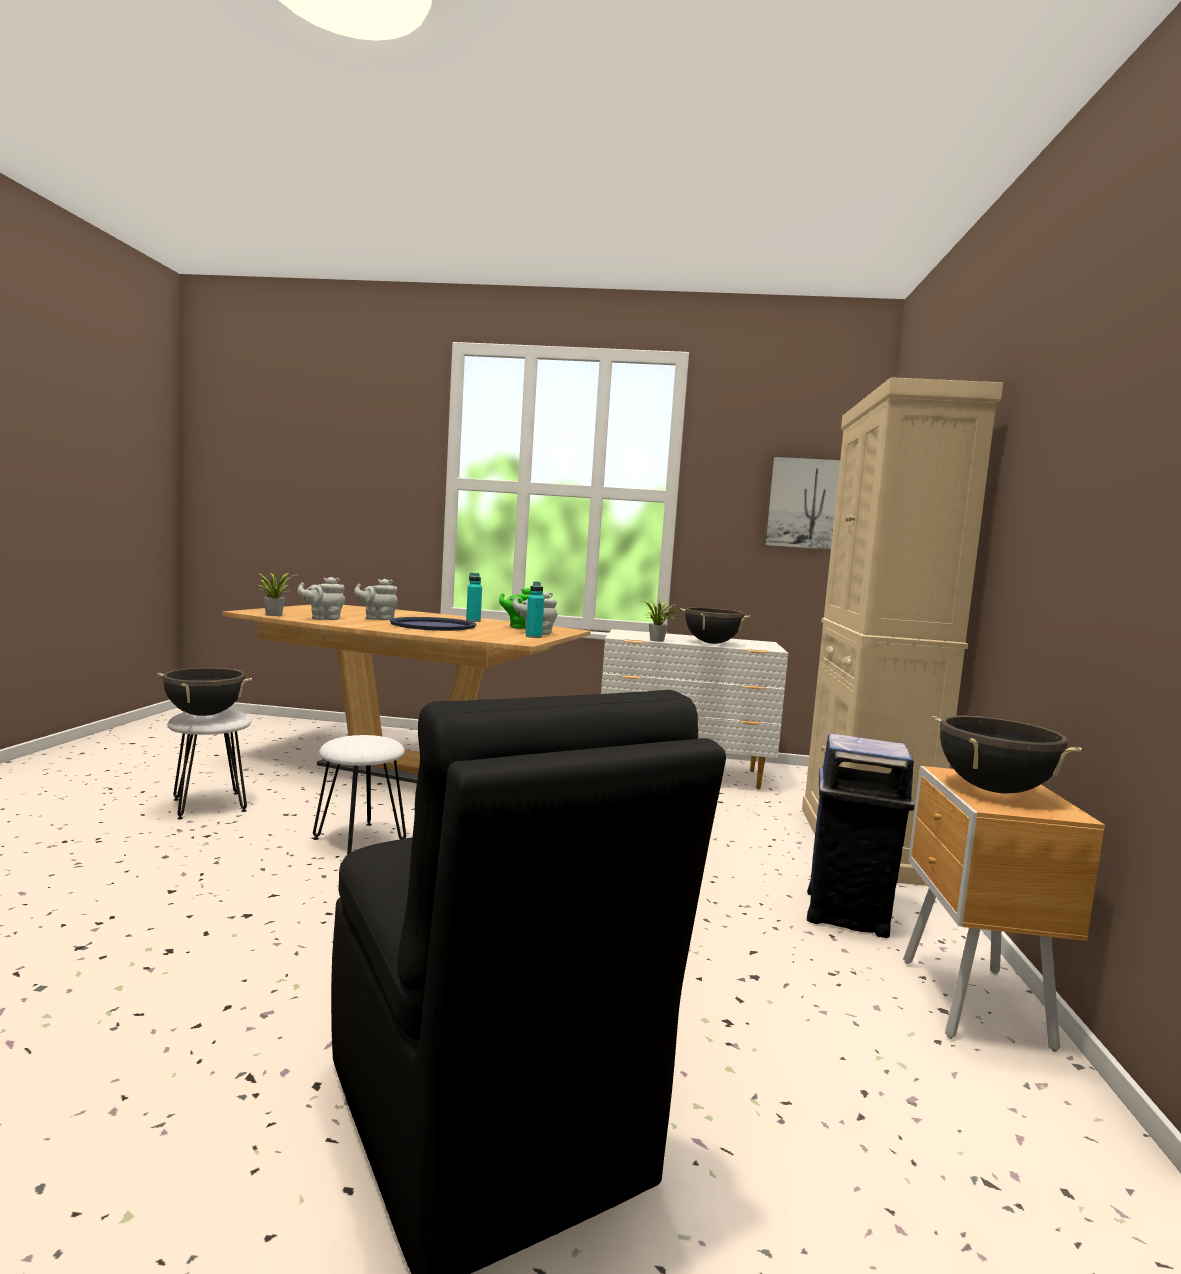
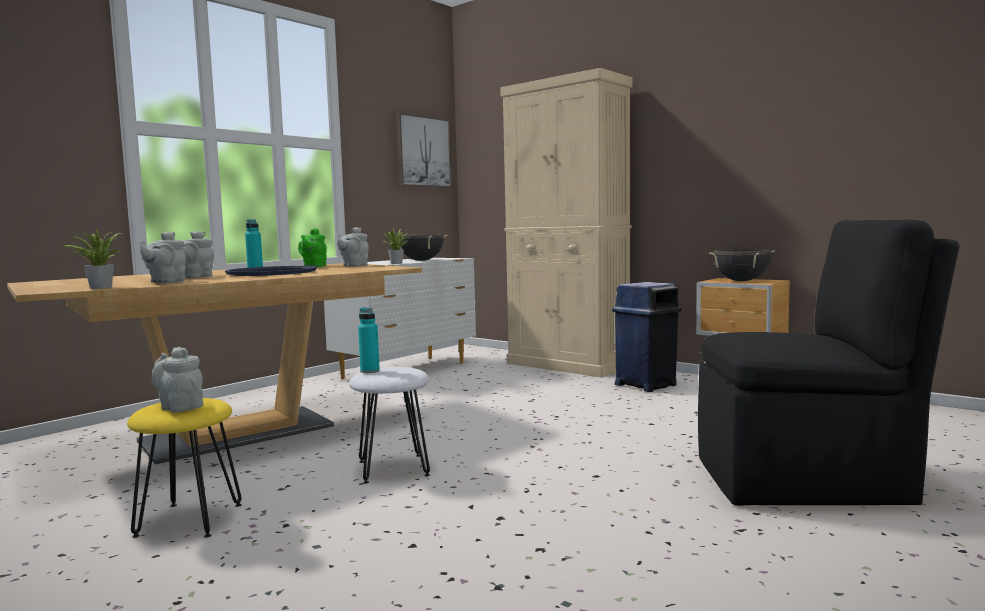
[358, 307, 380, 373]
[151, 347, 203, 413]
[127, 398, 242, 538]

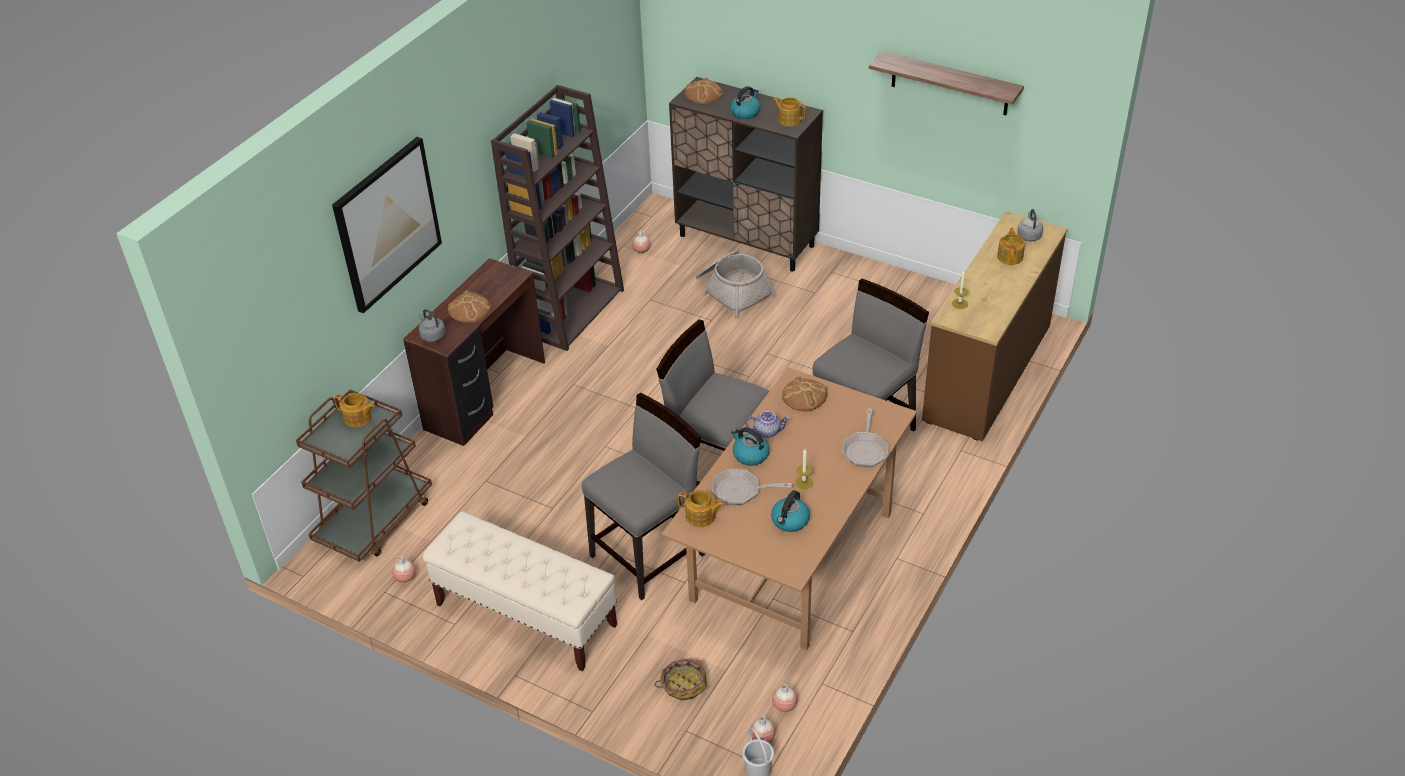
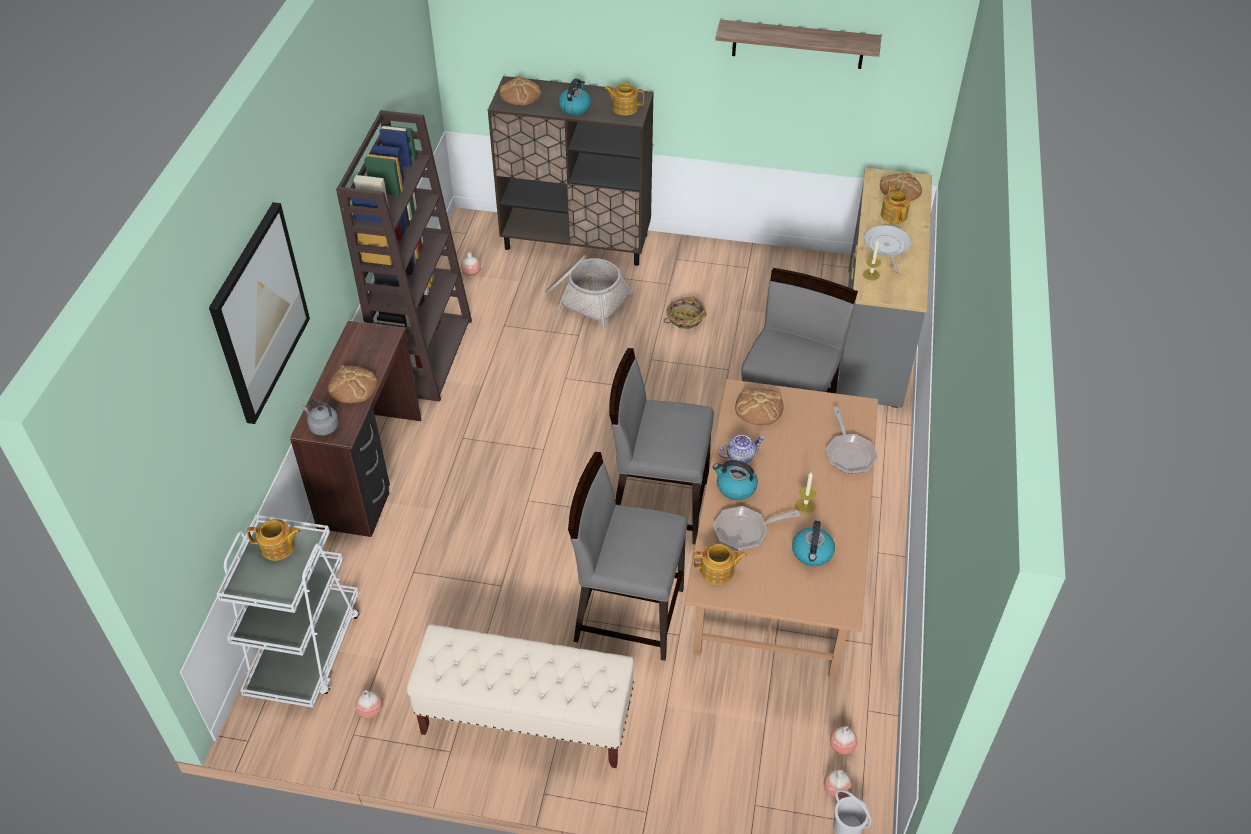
[864, 225, 911, 275]
[664, 296, 707, 329]
[880, 173, 922, 201]
[216, 515, 359, 708]
[836, 168, 932, 408]
[568, 452, 688, 661]

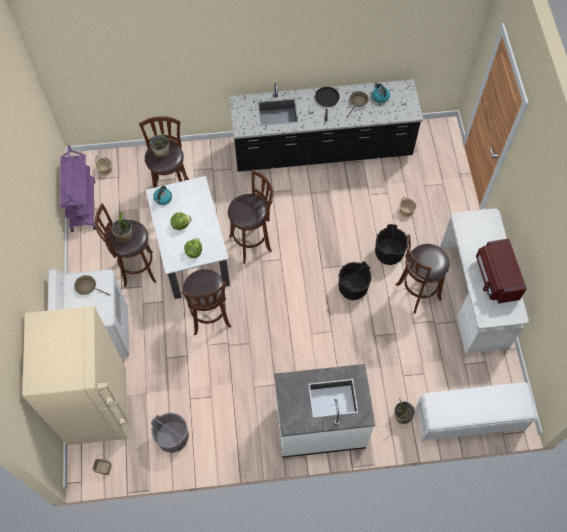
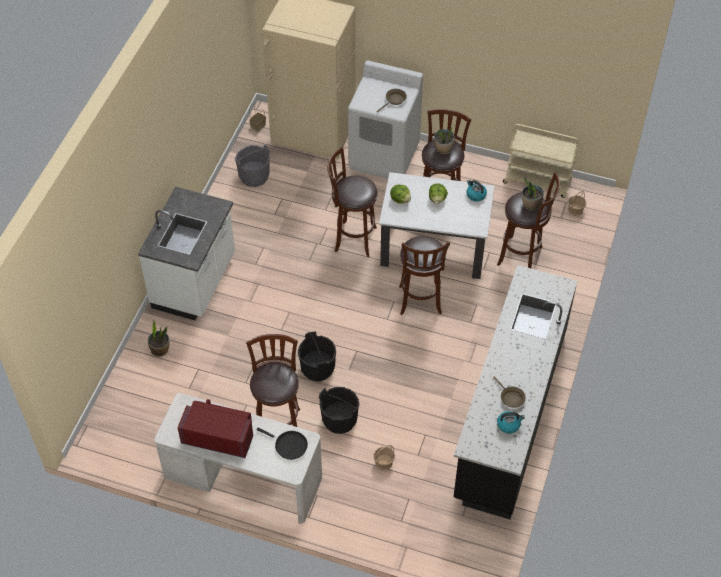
[415, 382, 537, 443] (first image)
[256, 428, 308, 460]
[503, 124, 578, 198]

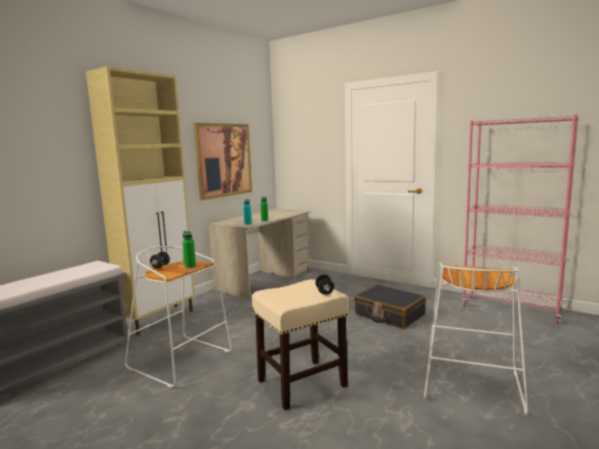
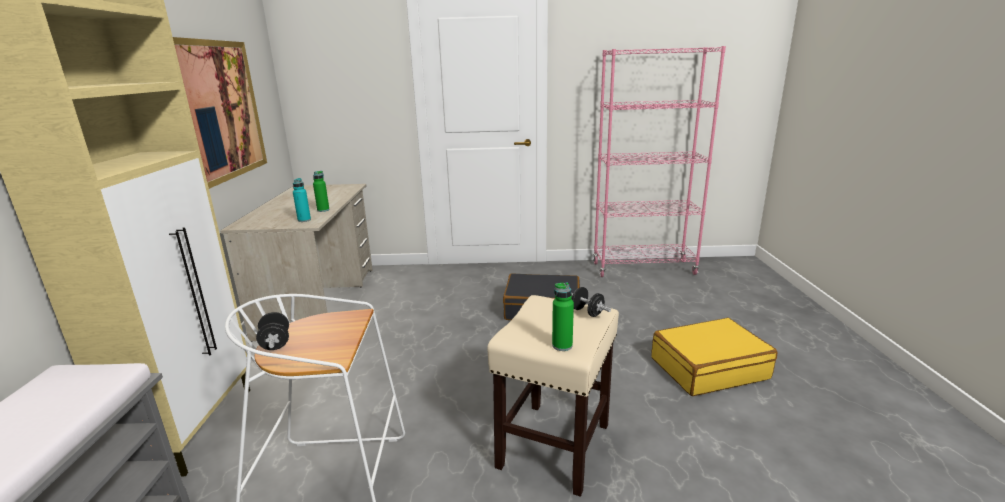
[552, 282, 574, 351]
[651, 318, 777, 396]

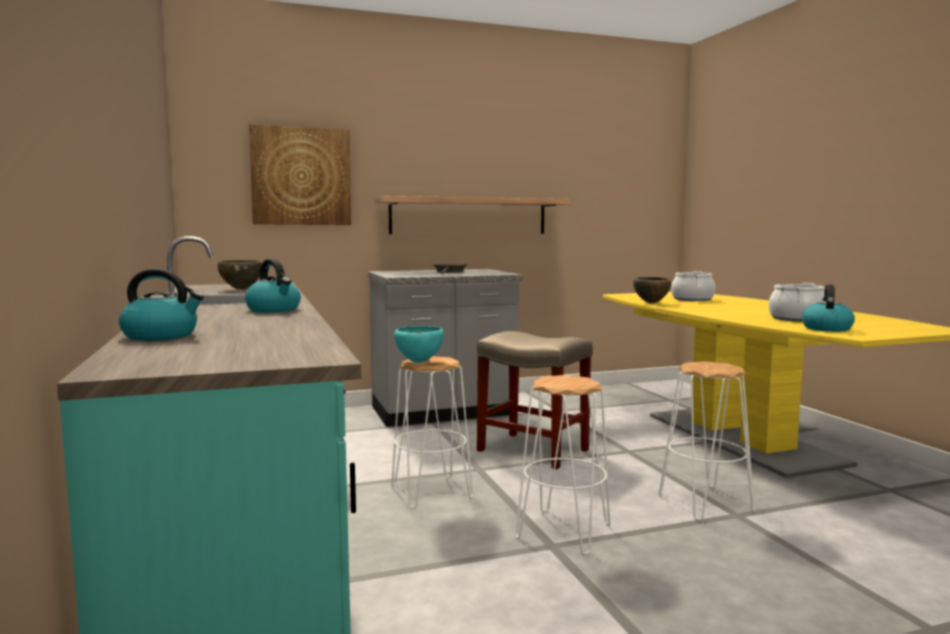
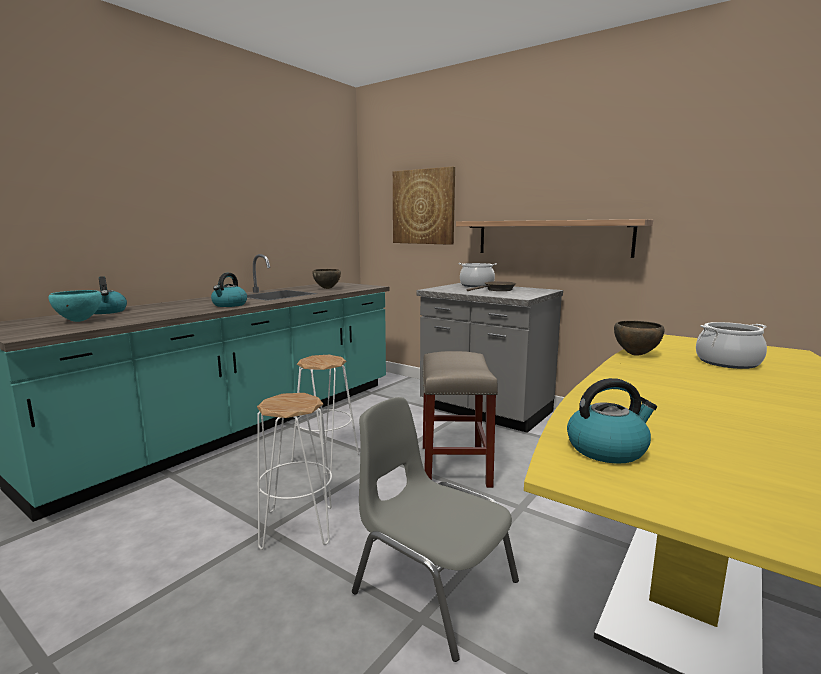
[49, 290, 102, 322]
[458, 263, 497, 287]
[352, 397, 519, 662]

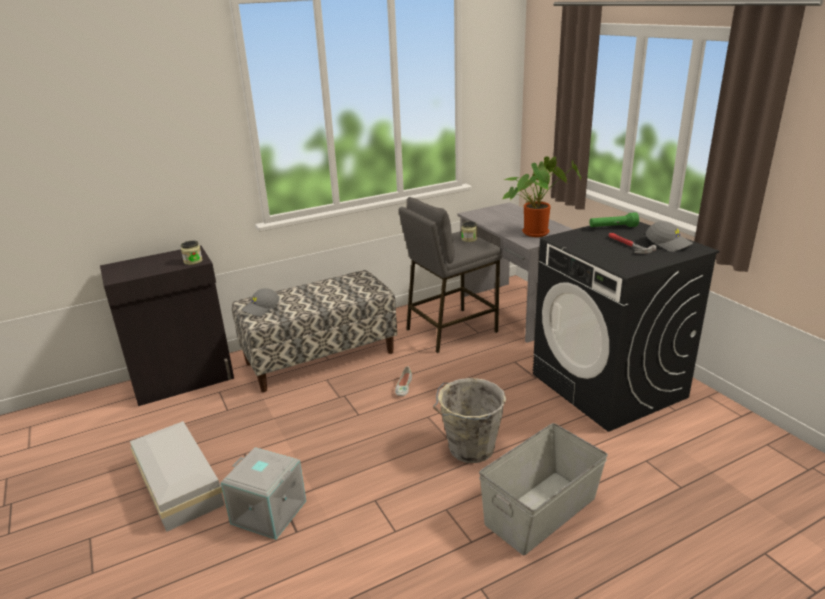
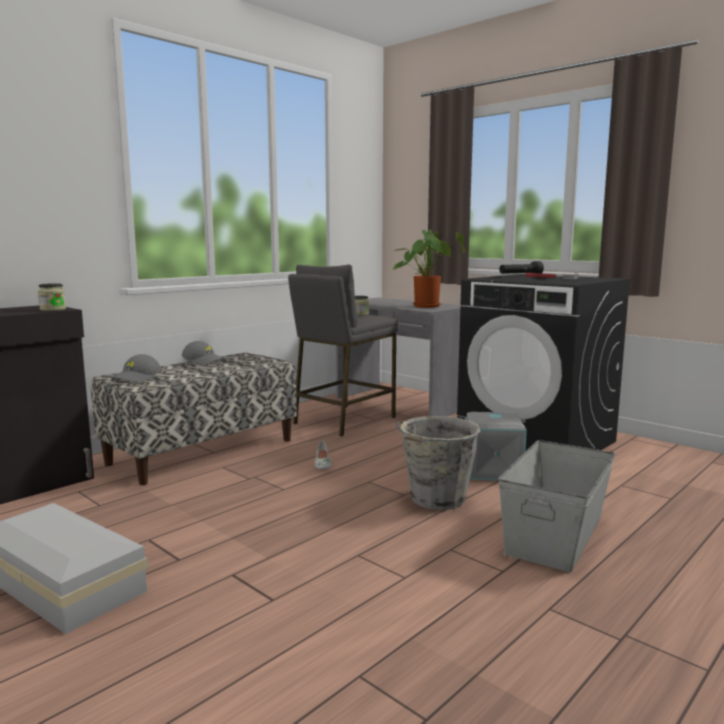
[465, 412, 527, 481]
[182, 341, 225, 366]
[499, 261, 544, 274]

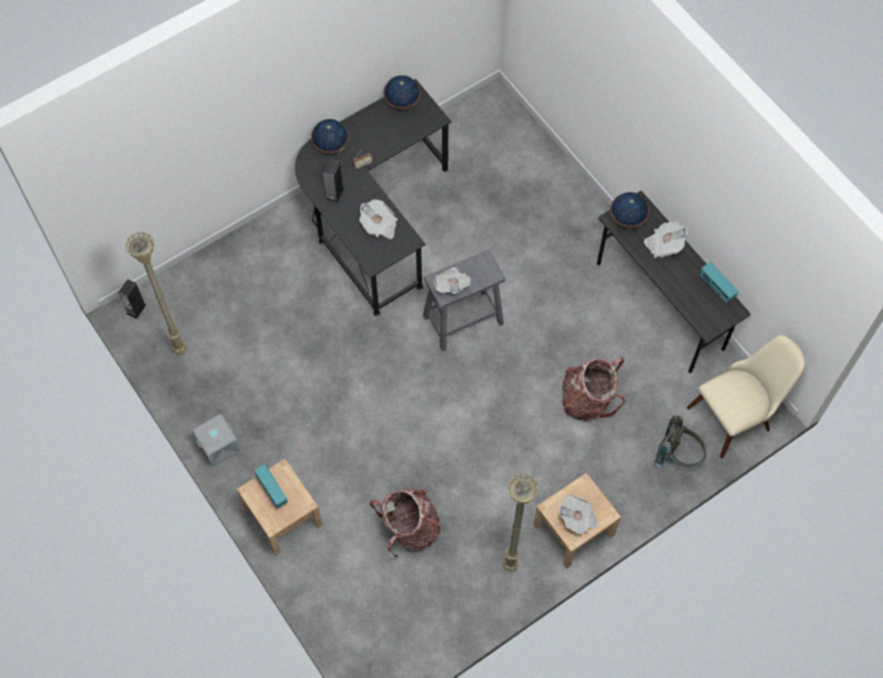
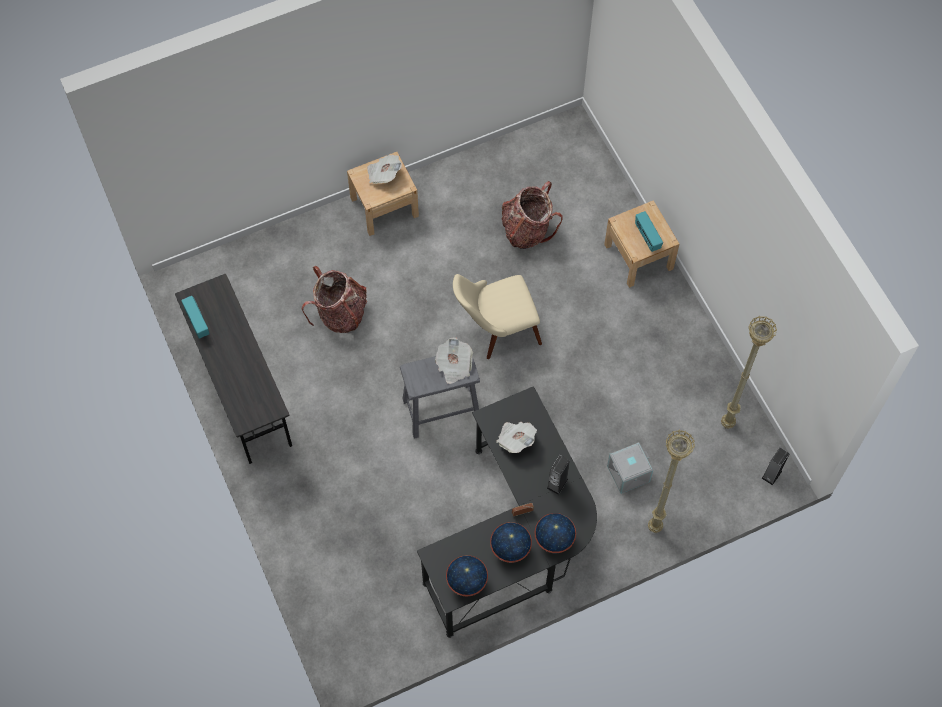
[644, 221, 688, 258] (first image)
[653, 415, 706, 468] (first image)
[607, 442, 653, 494]
[648, 430, 695, 533]
[490, 522, 532, 563]
[453, 274, 542, 359]

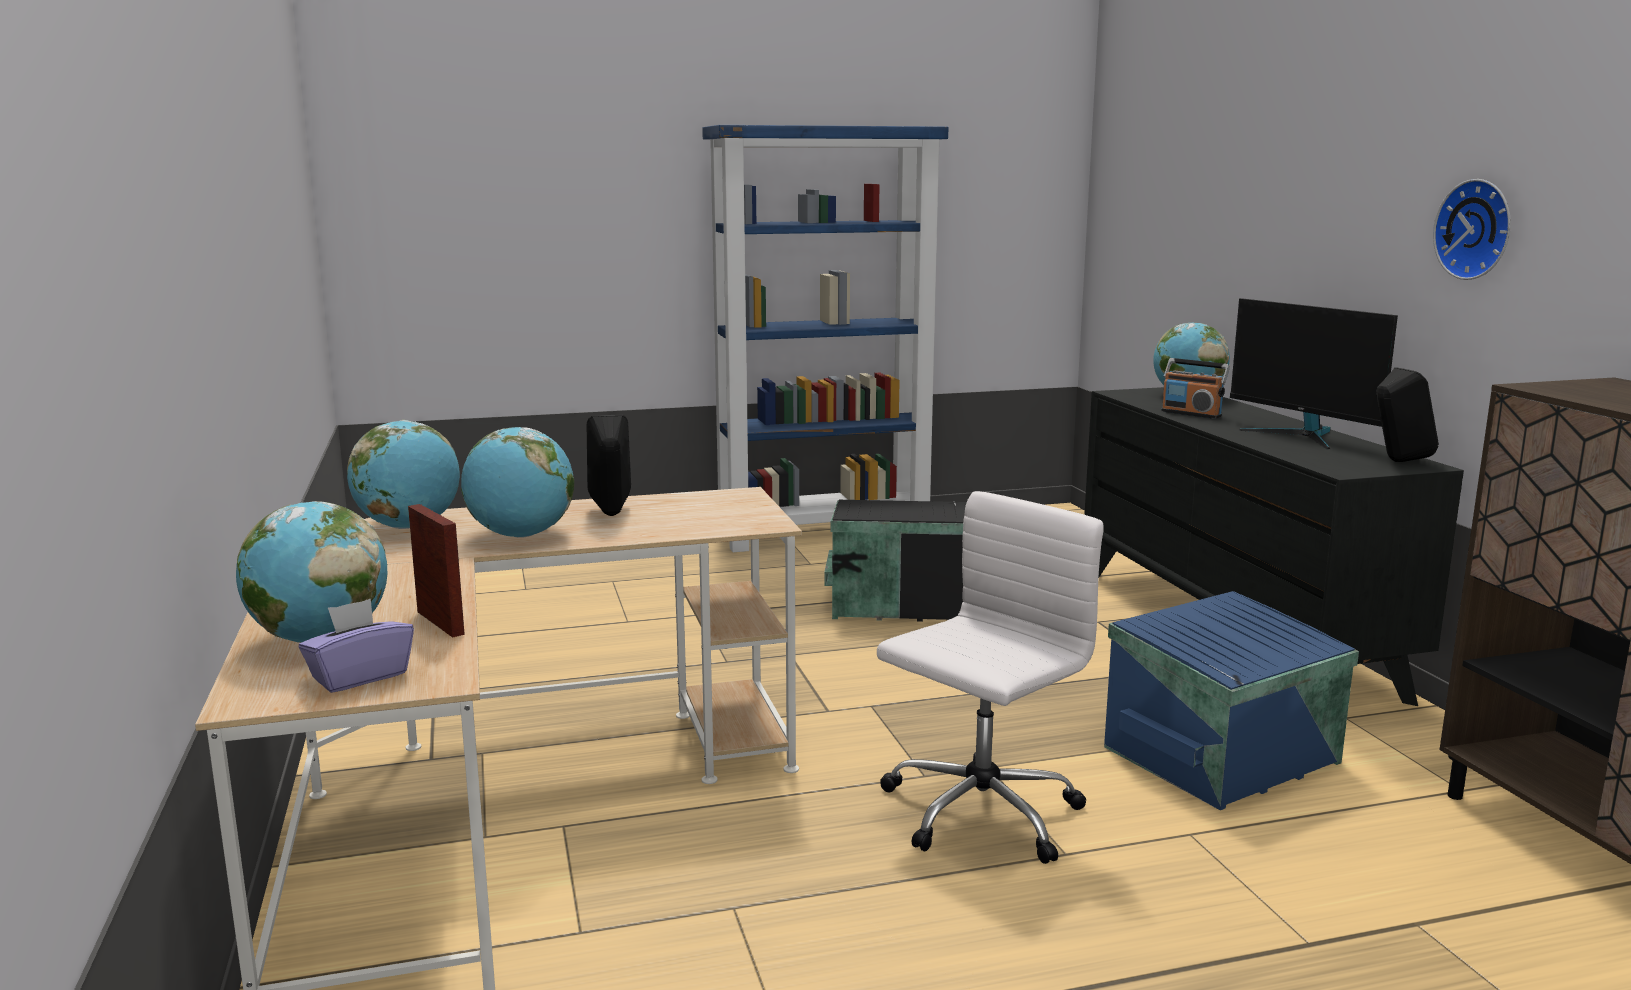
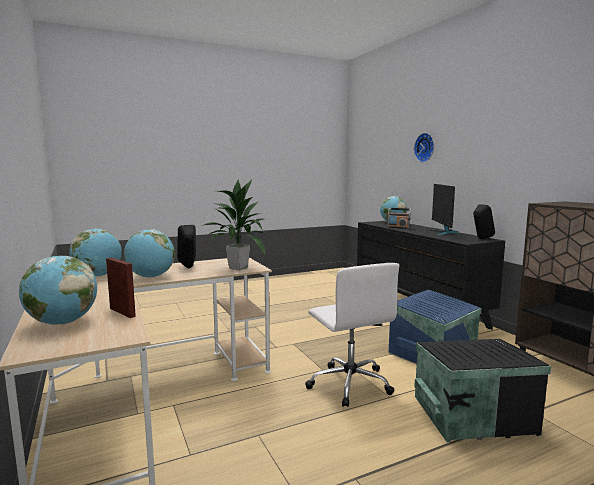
[299, 599, 414, 693] (first image)
[702, 125, 948, 552] (first image)
[202, 180, 265, 270]
[414, 339, 551, 442]
[414, 133, 434, 162]
[305, 263, 400, 407]
[426, 184, 458, 236]

